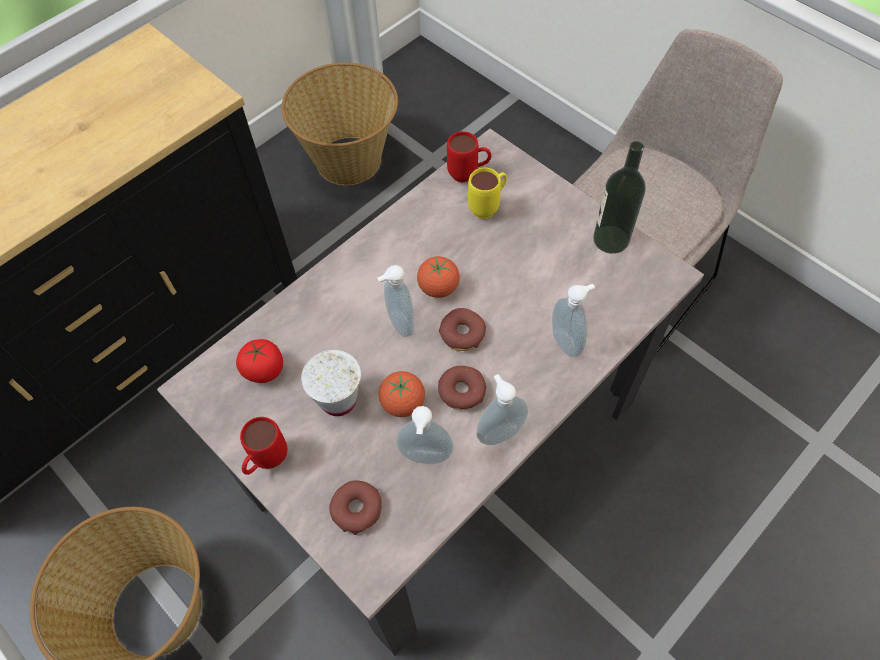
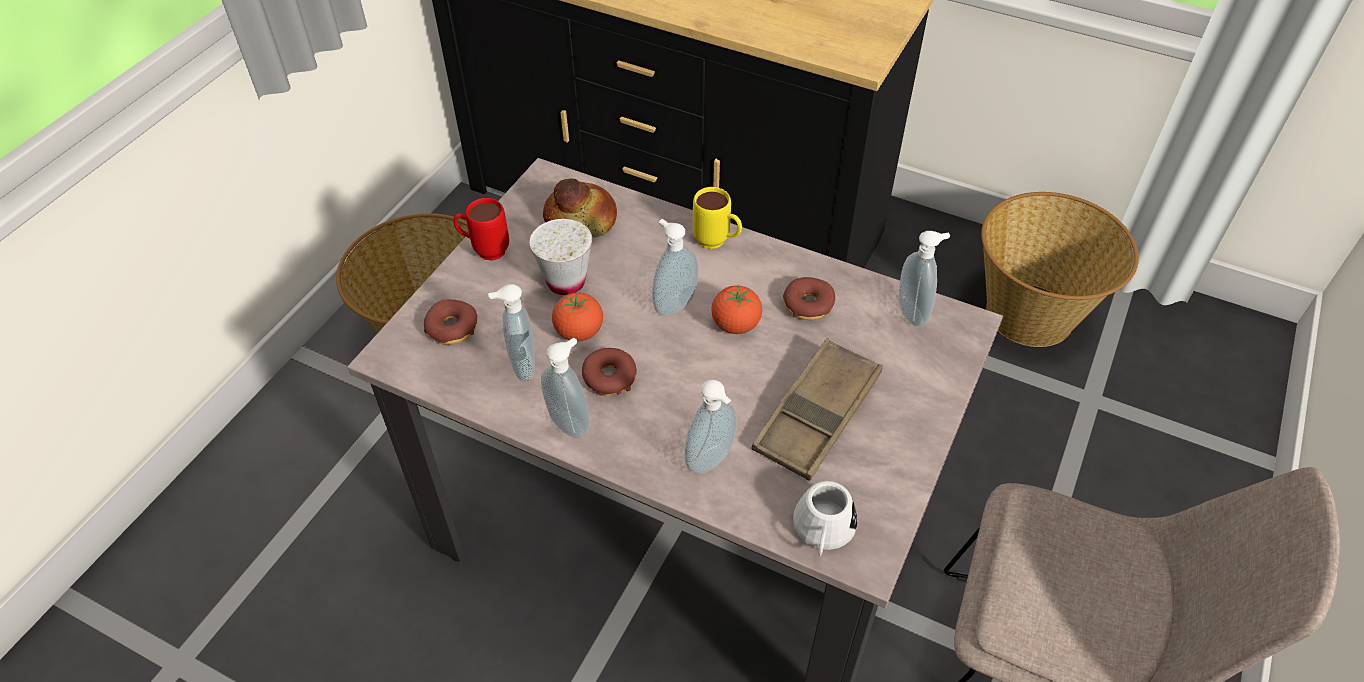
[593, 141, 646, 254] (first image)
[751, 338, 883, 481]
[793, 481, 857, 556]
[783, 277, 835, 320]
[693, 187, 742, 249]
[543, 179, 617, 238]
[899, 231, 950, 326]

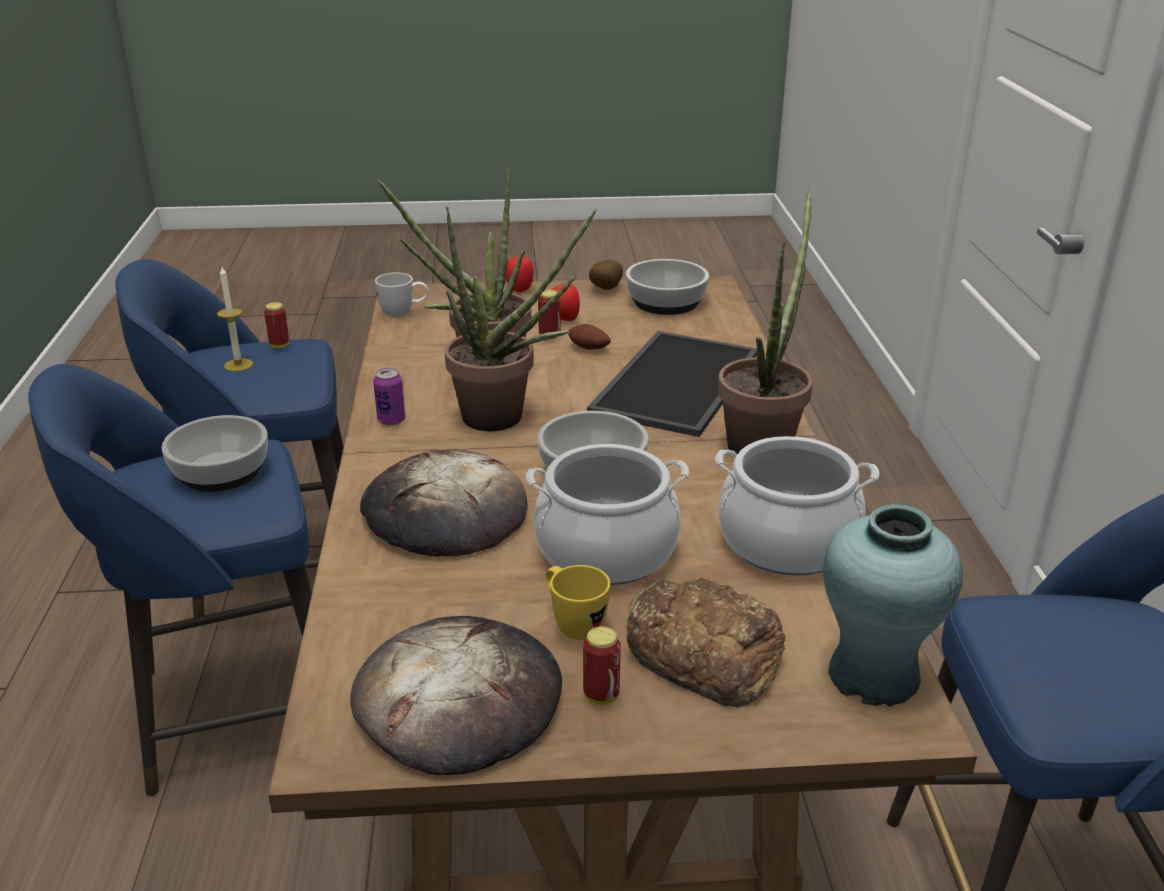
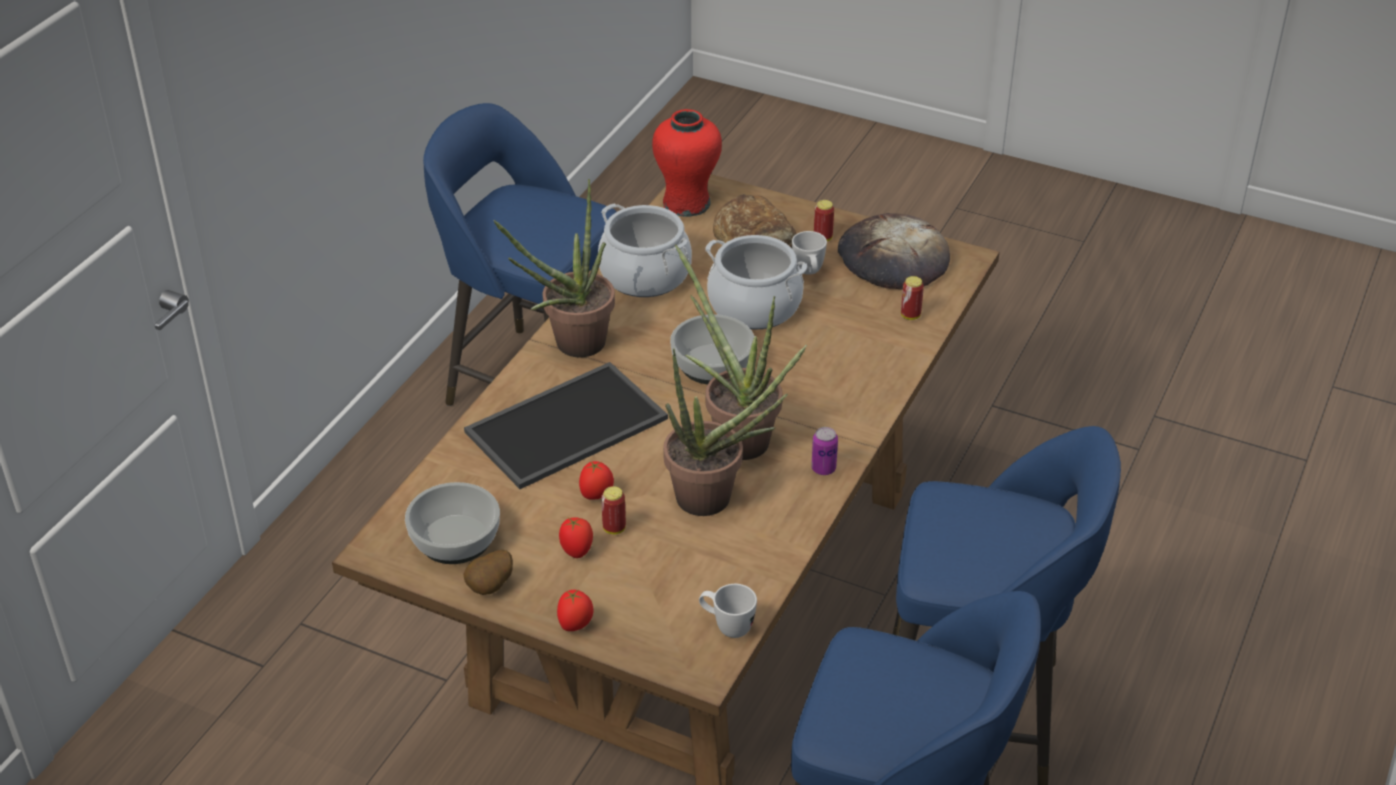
[161, 415, 268, 492] (first image)
[217, 265, 253, 372] (first image)
[360, 449, 528, 557] (first image)
[901, 276, 924, 320]
[579, 461, 614, 500]
[792, 231, 827, 275]
[652, 109, 722, 217]

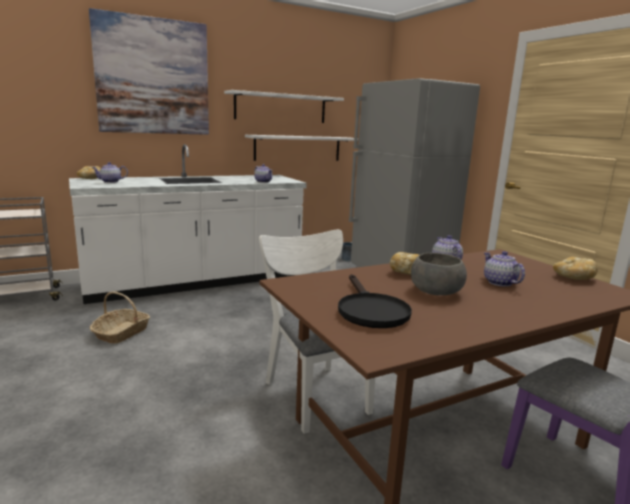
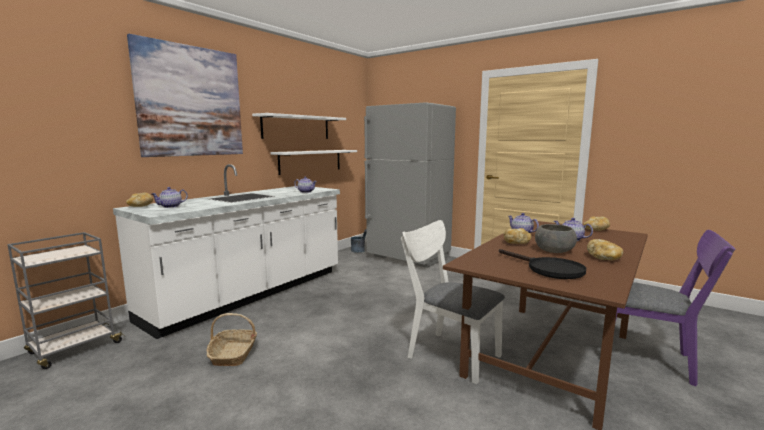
[587, 239, 623, 260]

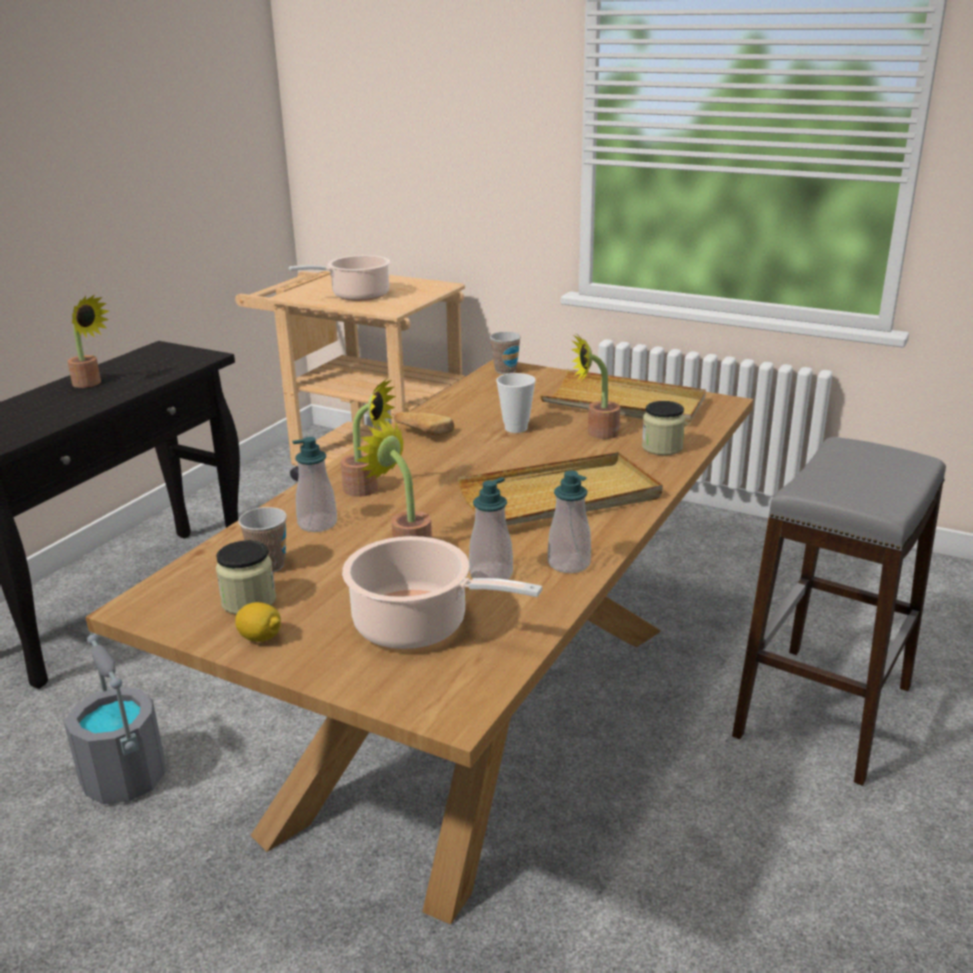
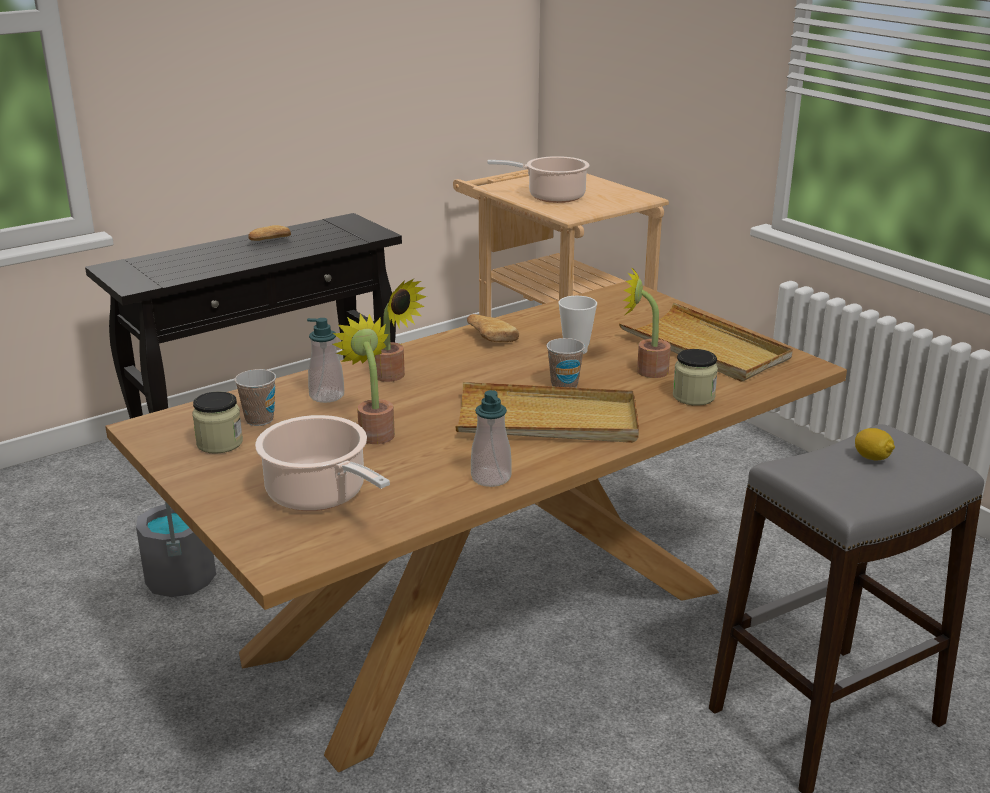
[469, 477, 513, 580] (first image)
[855, 428, 895, 460]
[546, 338, 585, 388]
[249, 225, 291, 241]

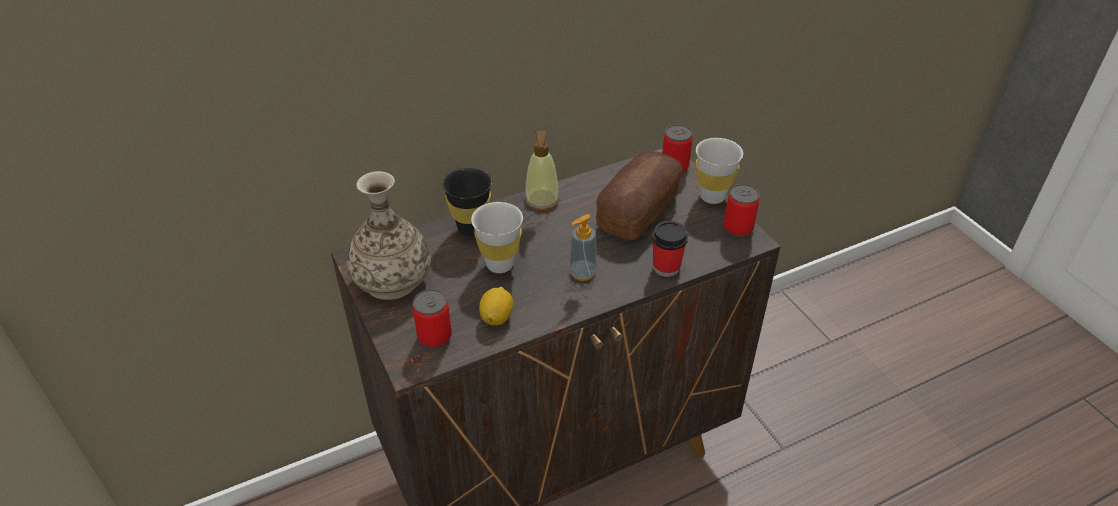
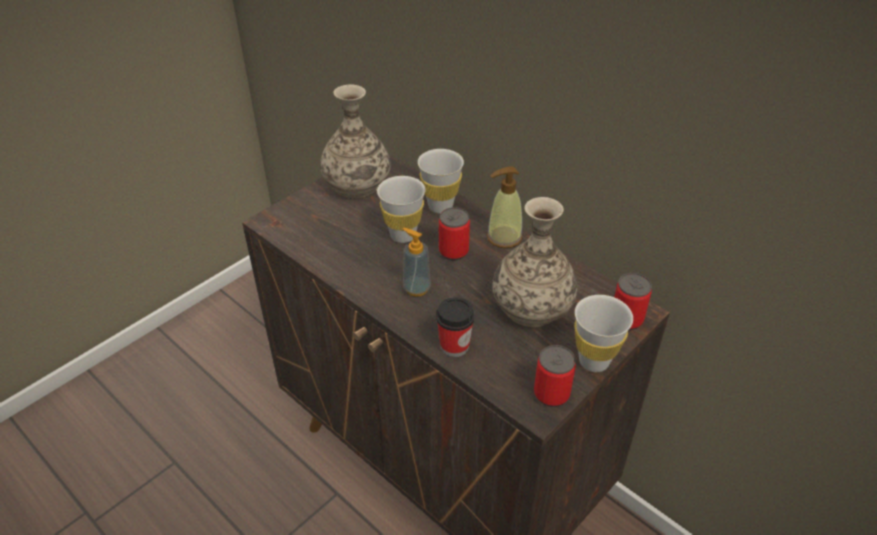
[479, 287, 513, 325] (first image)
[439, 207, 470, 260]
[493, 197, 577, 327]
[418, 149, 464, 213]

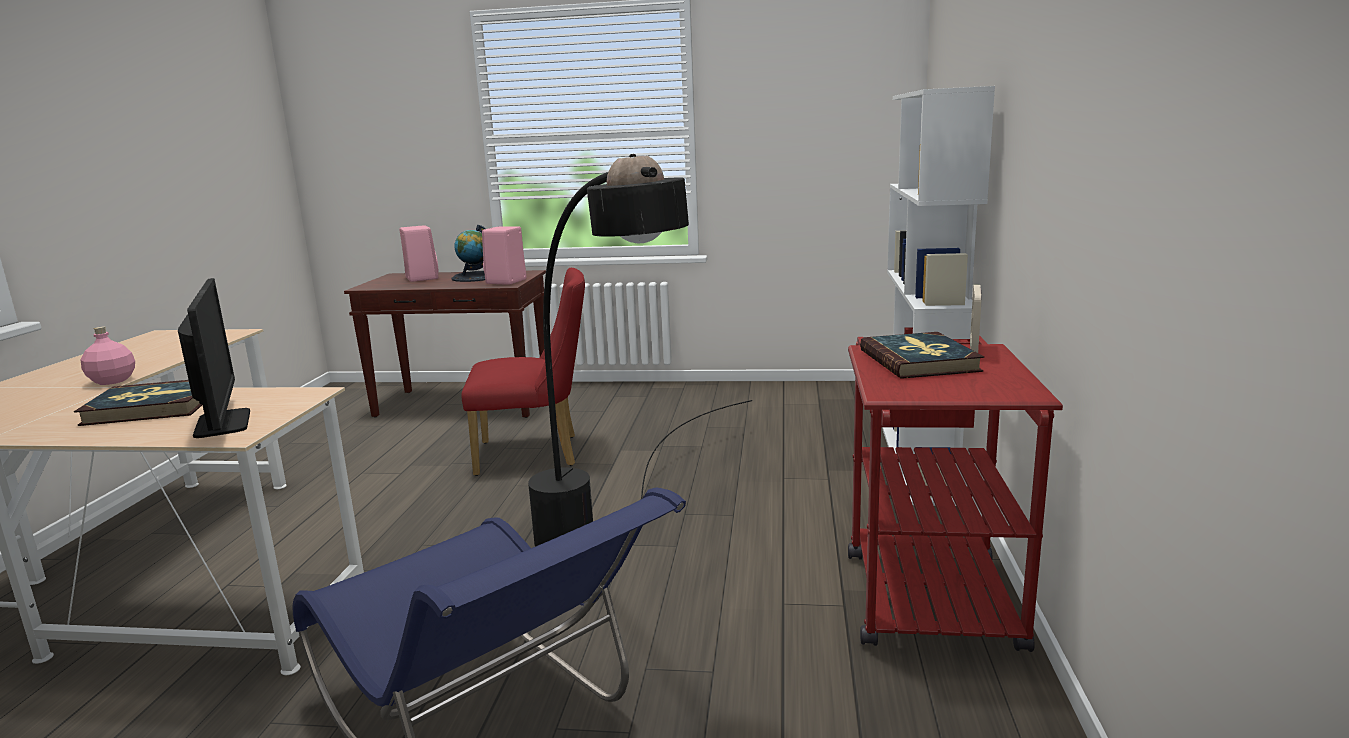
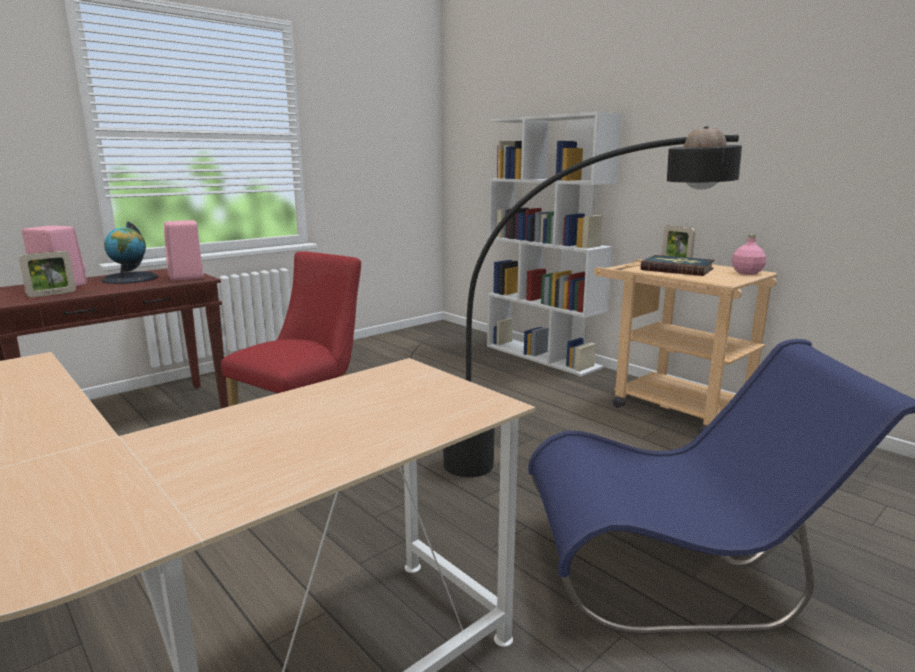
[74, 380, 202, 426] (first image)
[178, 278, 250, 438] (first image)
[19, 251, 76, 297]
[732, 234, 766, 275]
[594, 259, 777, 434]

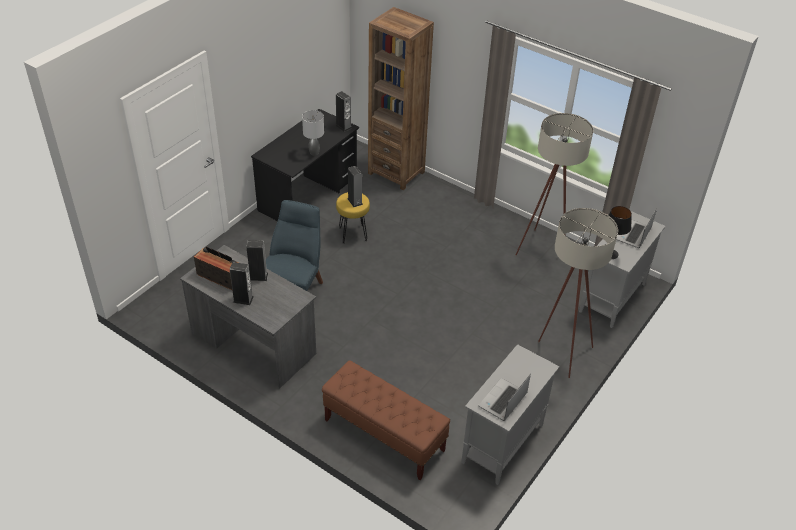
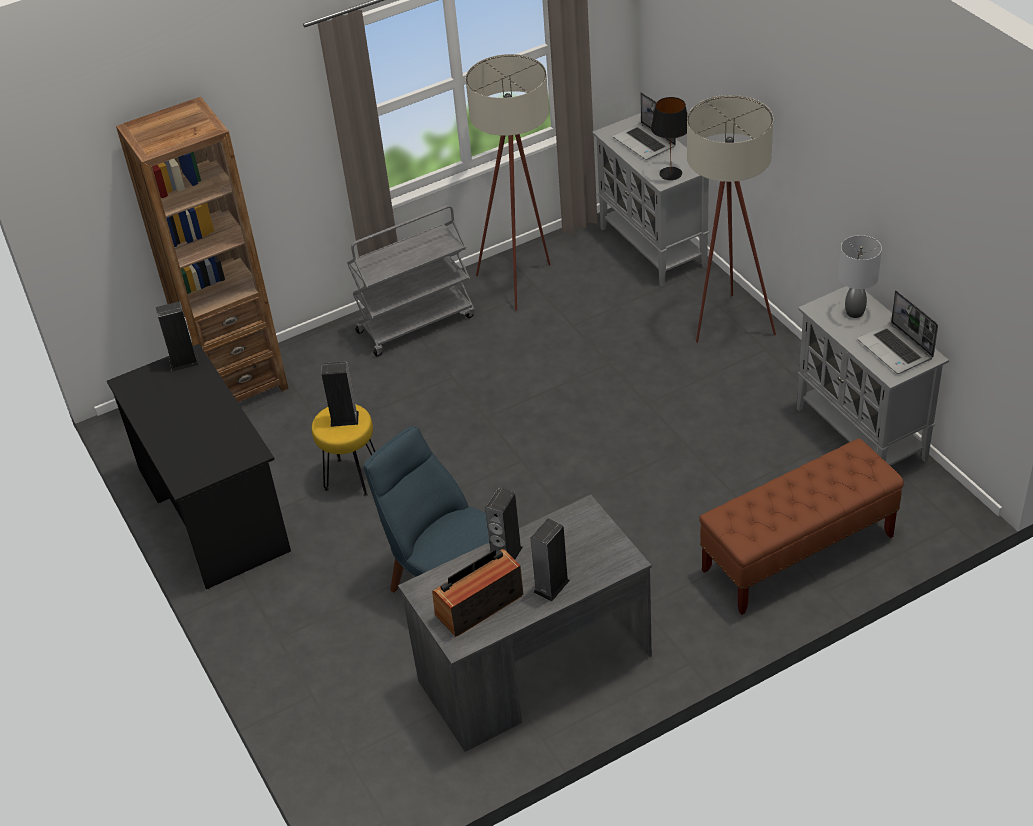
[347, 205, 475, 357]
[838, 235, 882, 318]

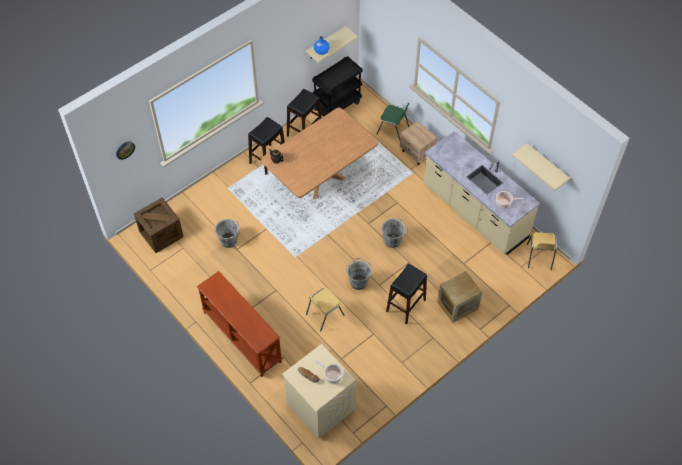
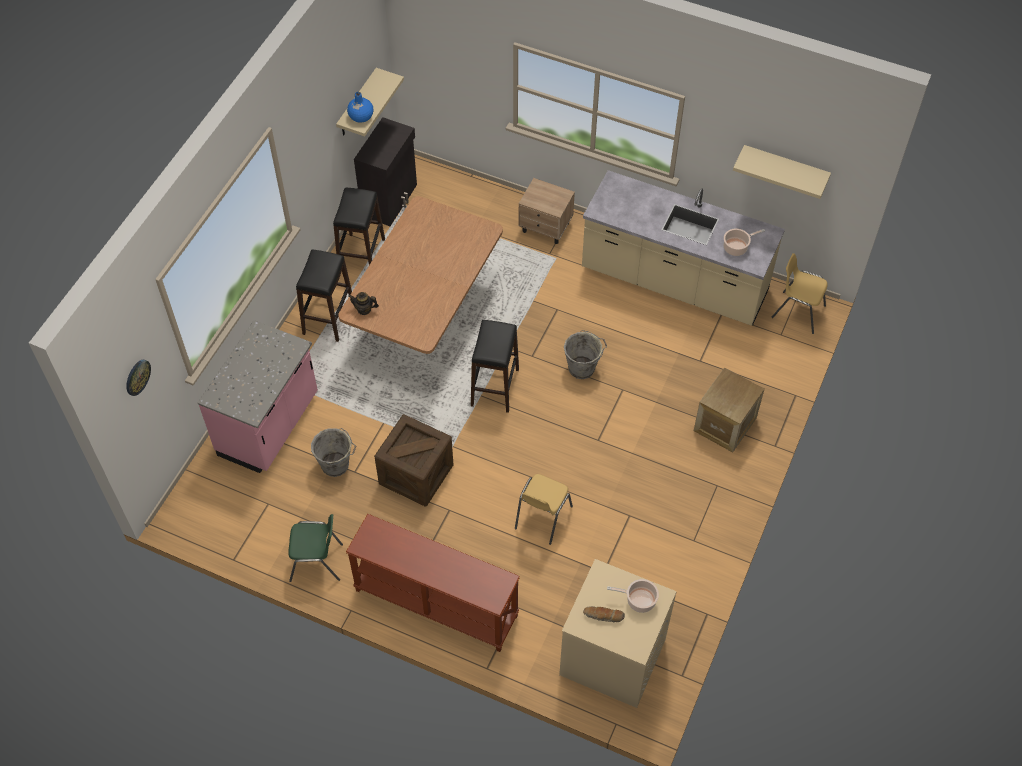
[346, 258, 372, 290] (first image)
[198, 320, 318, 473]
[374, 414, 453, 507]
[288, 514, 343, 582]
[471, 320, 519, 413]
[354, 117, 417, 226]
[771, 253, 828, 334]

